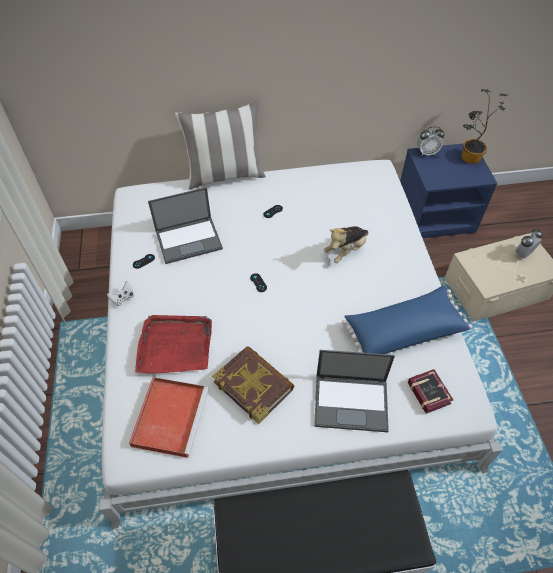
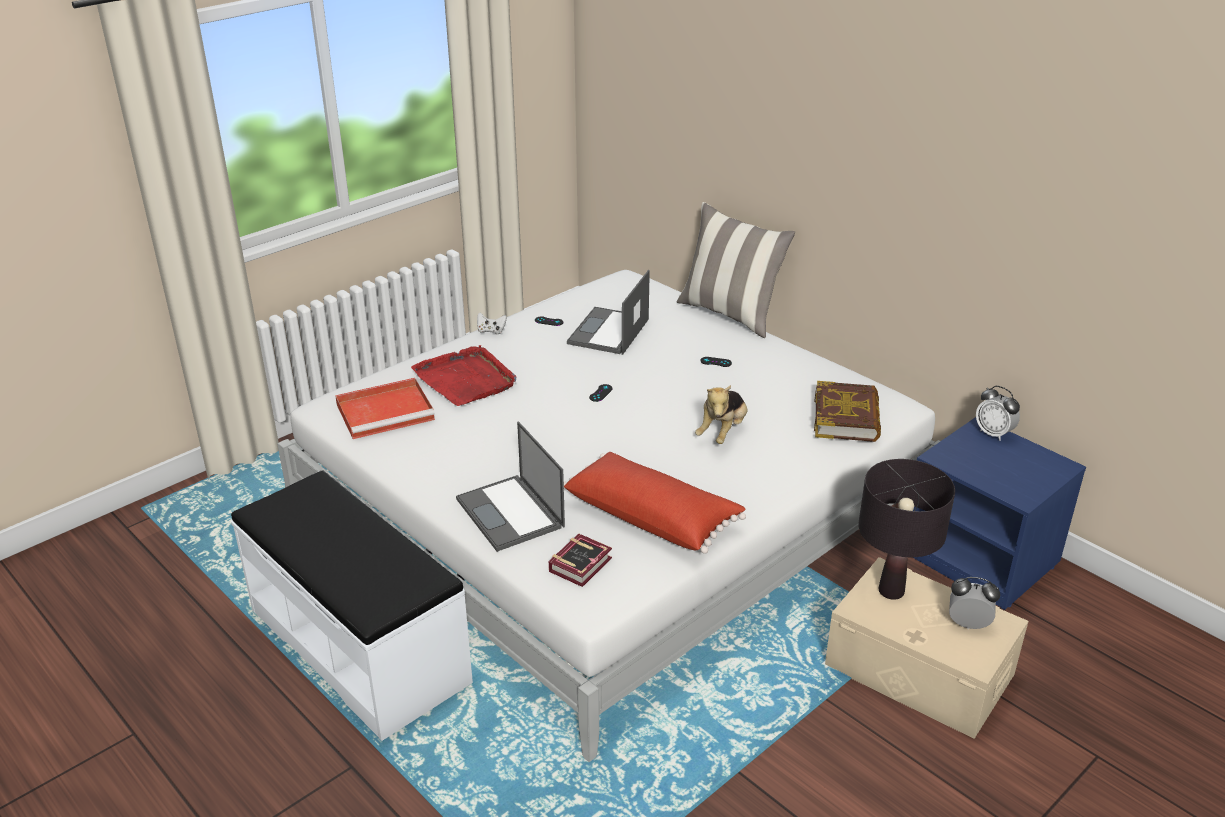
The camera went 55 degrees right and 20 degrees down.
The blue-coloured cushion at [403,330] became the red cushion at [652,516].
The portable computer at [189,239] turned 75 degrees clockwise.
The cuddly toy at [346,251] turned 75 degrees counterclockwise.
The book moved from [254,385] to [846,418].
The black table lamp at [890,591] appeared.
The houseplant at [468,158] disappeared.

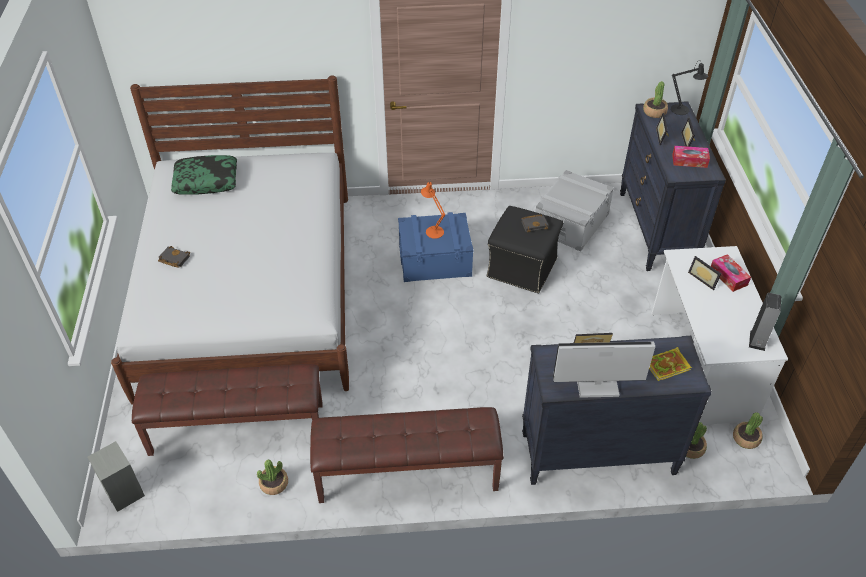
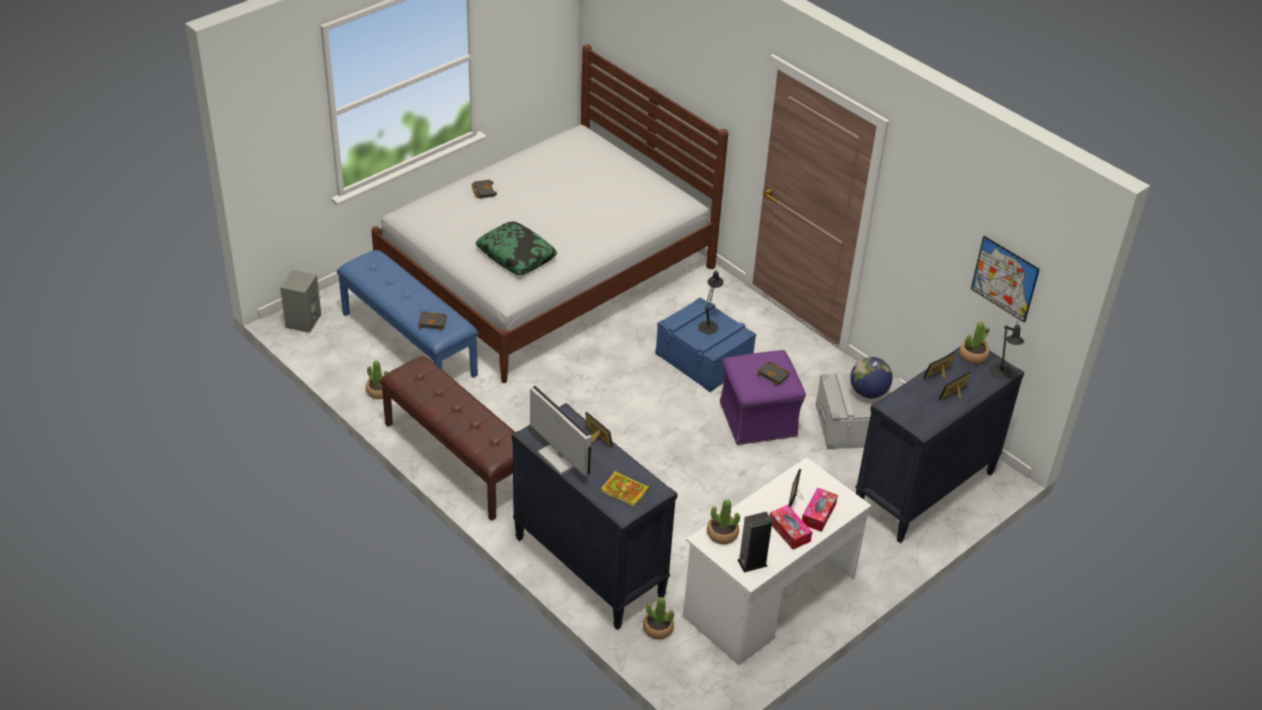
The camera went 50 degrees right and 5 degrees down.
The brownish long seat at [238,428] became the blue-coloured long seat at [410,344].
The black book at [433,322] appeared.
The cushion moved from [206,181] to [516,255].
The orange table lamp at [433,230] became the black table lamp at [709,325].
The houseplant moved from [746,438] to [722,534].
The black footrest at [522,268] became the purple footrest at [758,420].
The box of tissues moved from [689,161] to [789,531].
The desk globe at [868,392] appeared.
The wall art at [1004,278] appeared.

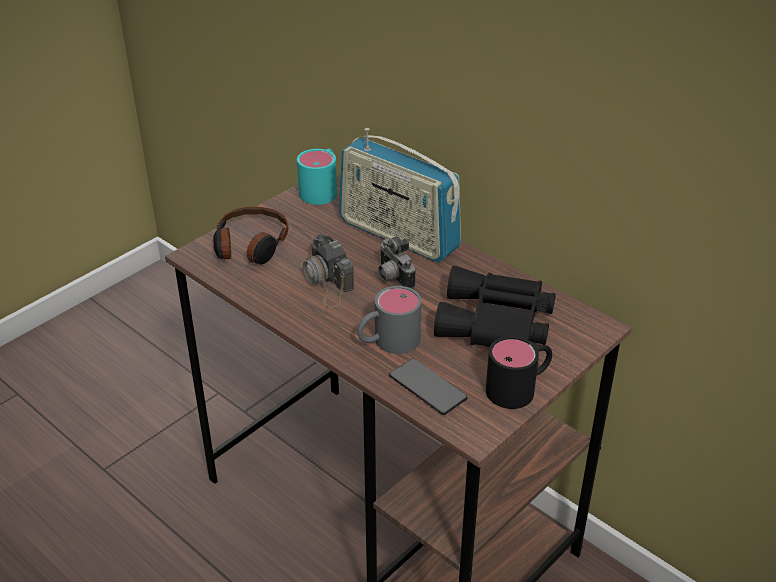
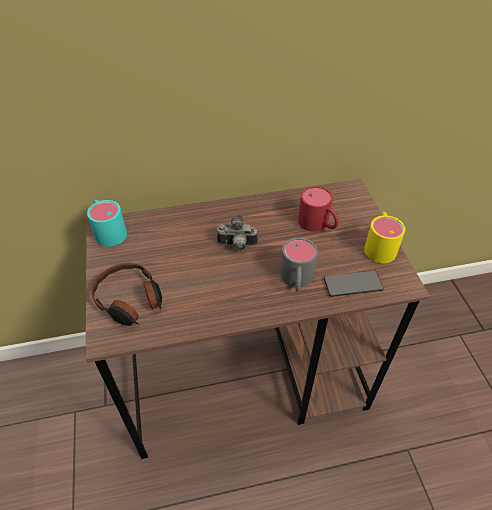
The camera went 55 degrees left and 10 degrees up.
The black pair of binoculars at [496,323] was replaced by the red coffee mug at [318,224].
The black coffee mug at [519,387] became the yellow coffee mug at [379,245].
The still camera at [326,280] disappeared.
The radio set at [398,235] disappeared.

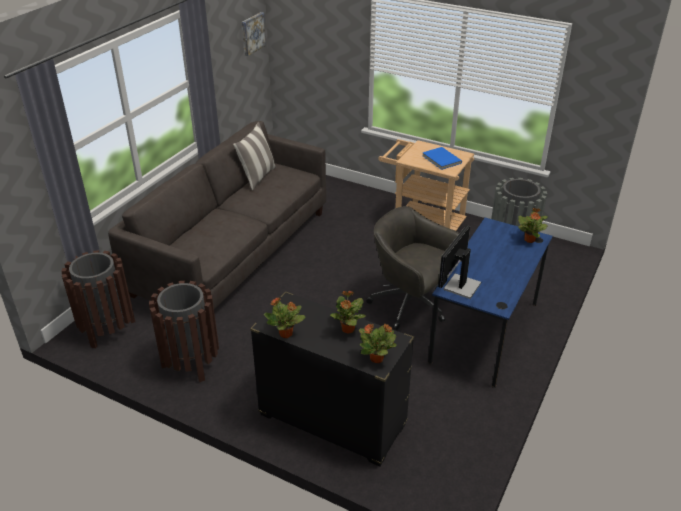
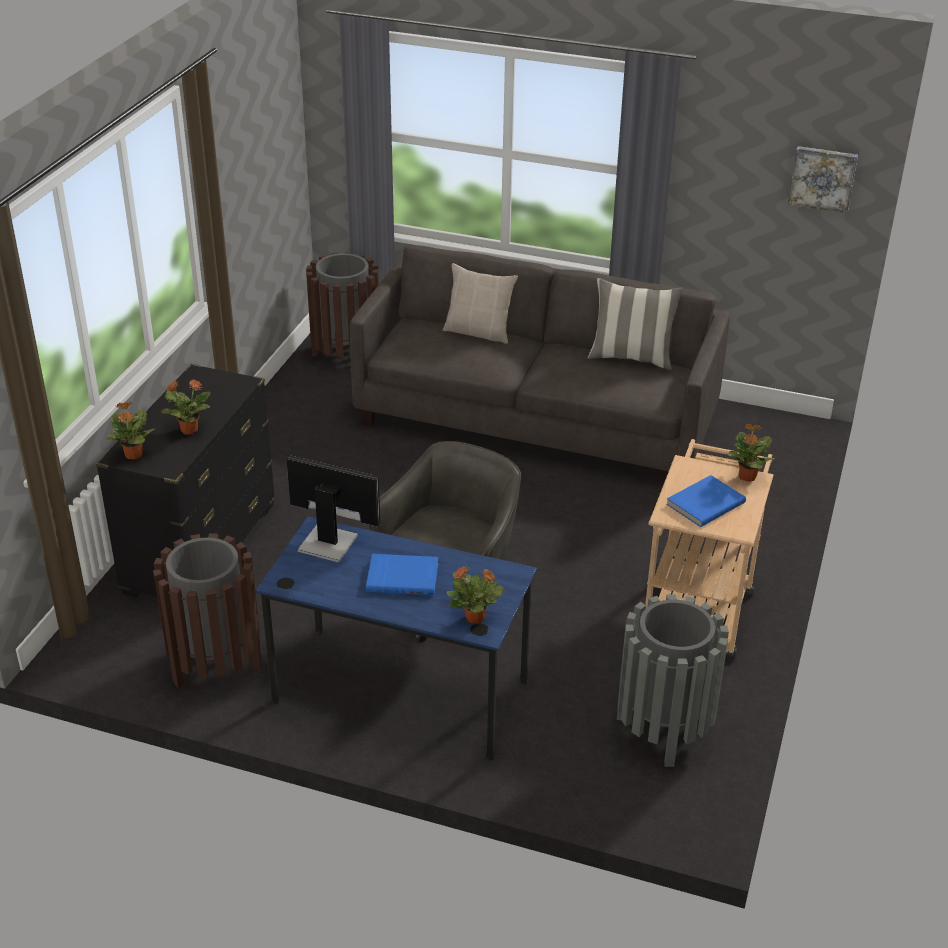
The camera went 80 degrees right and 0 degrees up.
The brownish waste bin moved from [191,363] to [216,664].
The blue-coloured book at [402,576] appeared.
The beige cushion at [479,332] appeared.
The houseplant moved from [286,334] to [747,477].

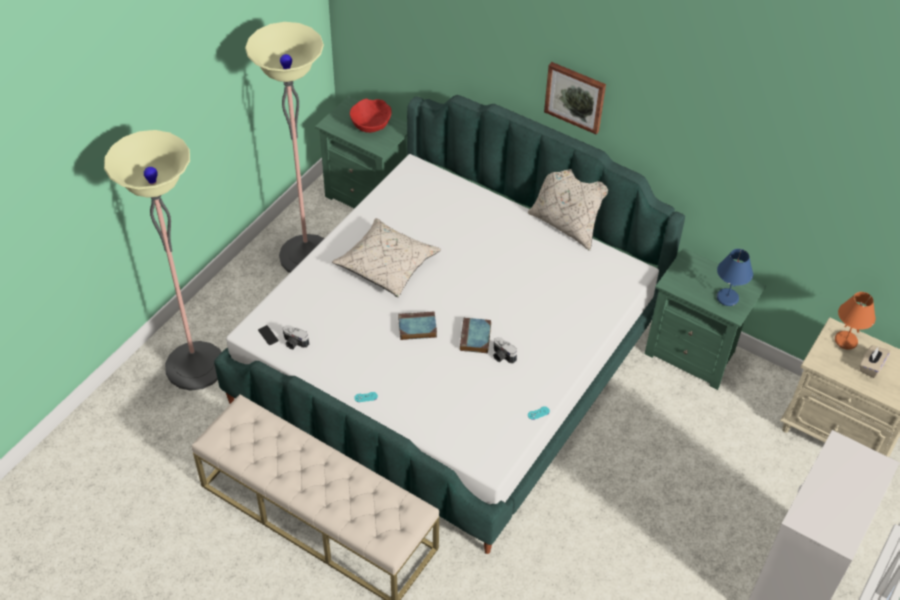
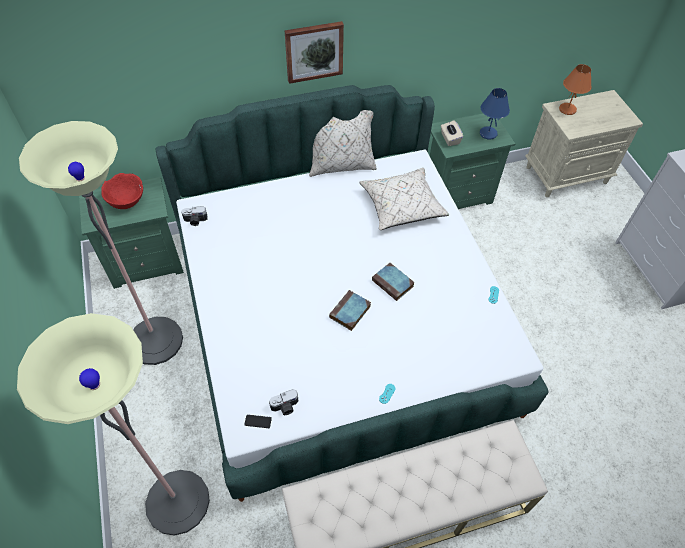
The camera went 50 degrees left and 5 degrees up.
The still camera moved from [502,356] to [195,221].
The beige cushion moved from [387,265] to [401,206].
The beige box of tissues moved from [871,367] to [450,139].

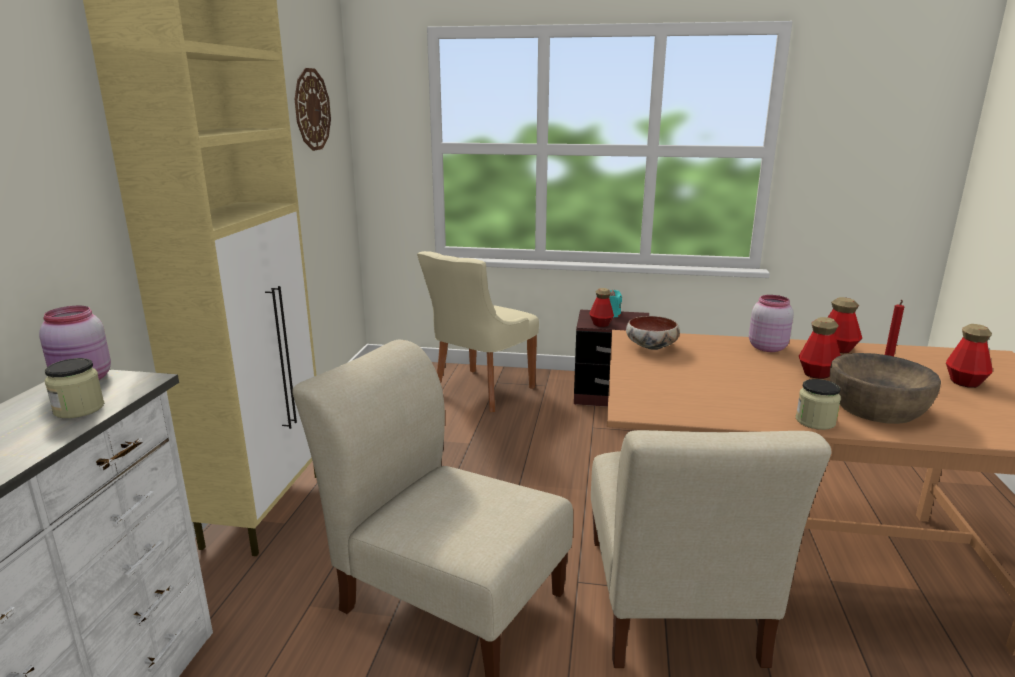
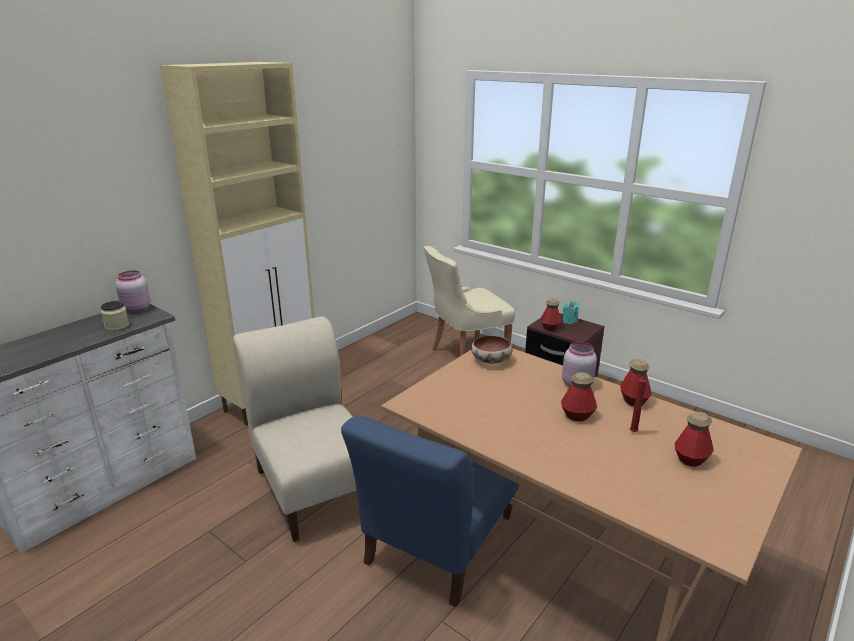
The camera went 30 degrees right and 5 degrees up.
The beige upright chair at [671,605] became the blue-coloured upright chair at [437,544].
The wall clock at [312,109] disappeared.
The storage jar at [815,421] disappeared.
The brownish serving bowl at [876,407] disappeared.

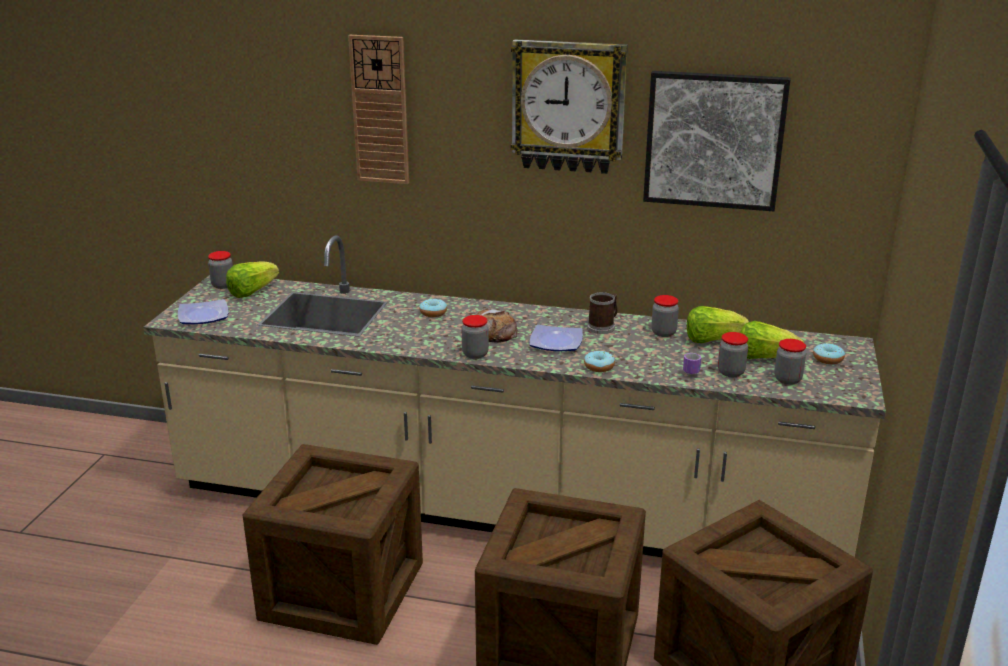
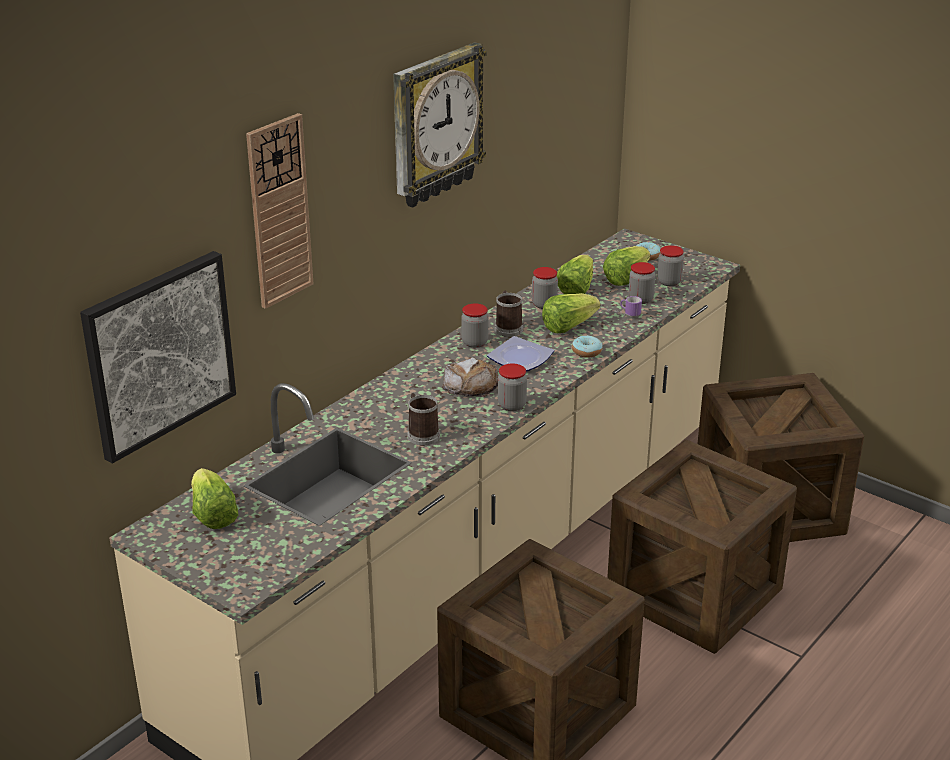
The camera went 65 degrees left and 5 degrees up.
The wall art moved from [714,140] to [159,354].
The coffee mug at [421,434] appeared.
The storage jar moved from [223,285] to [475,343].
The lettuce at [568,326] appeared.
The flat dish at [204,315] disappeared.
The ring doughnut at [433,313] disappeared.

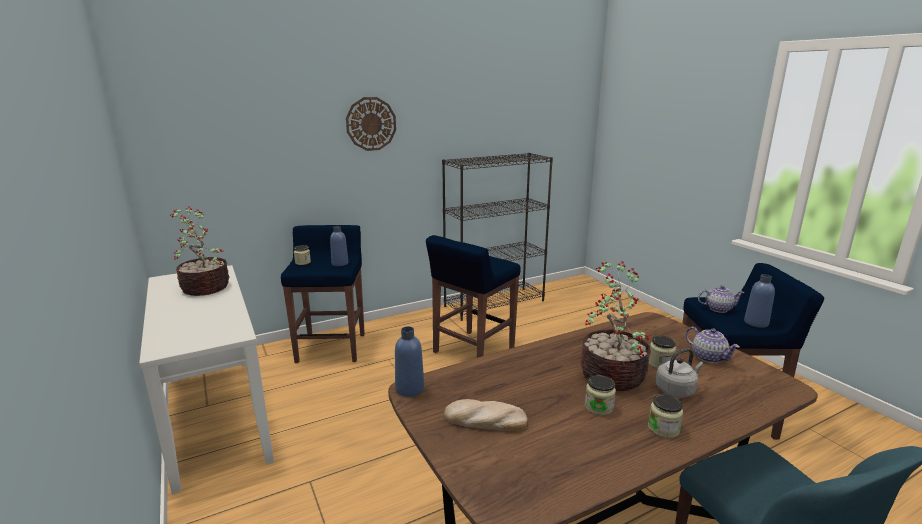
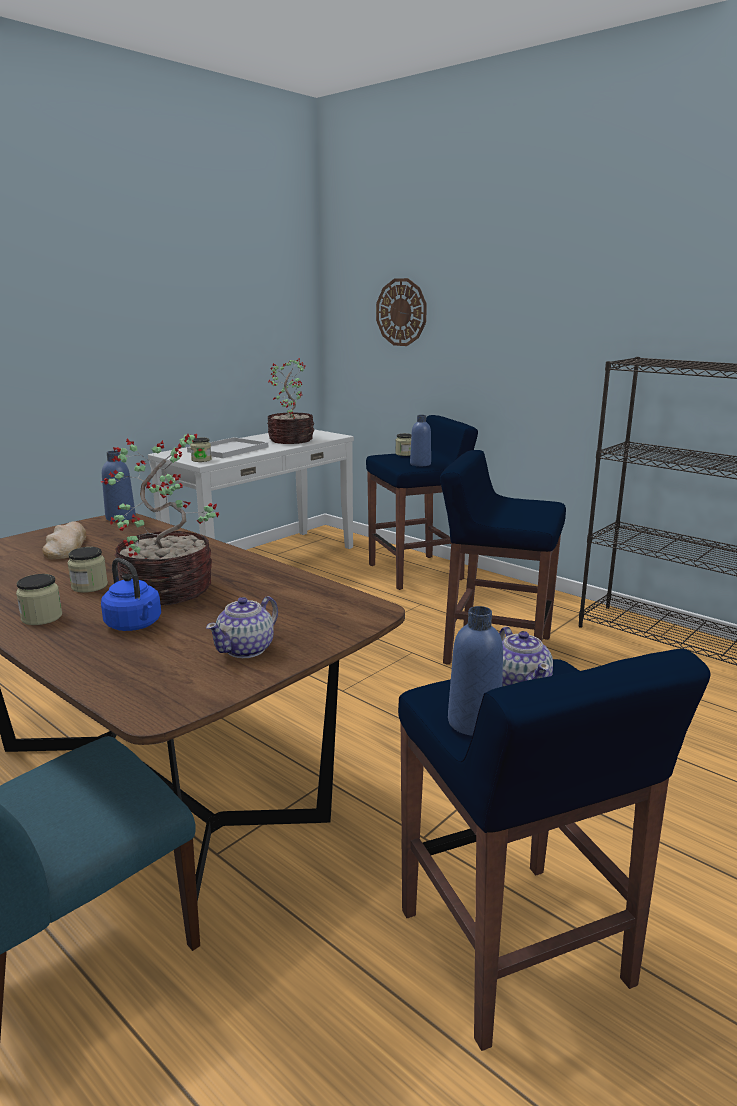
The camera went 70 degrees right and 0 degrees up.
The greyish water kettle at [676,390] became the blue-coloured water kettle at [135,625].
The whitish serving tray at [229,449] appeared.
The storage jar moved from [660,363] to [201,460].
The wall clock moved from [371,124] to [401,312].

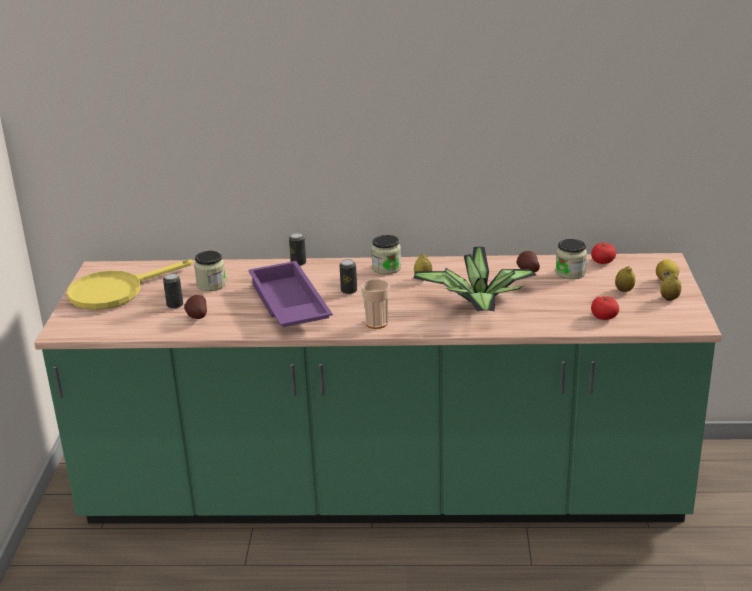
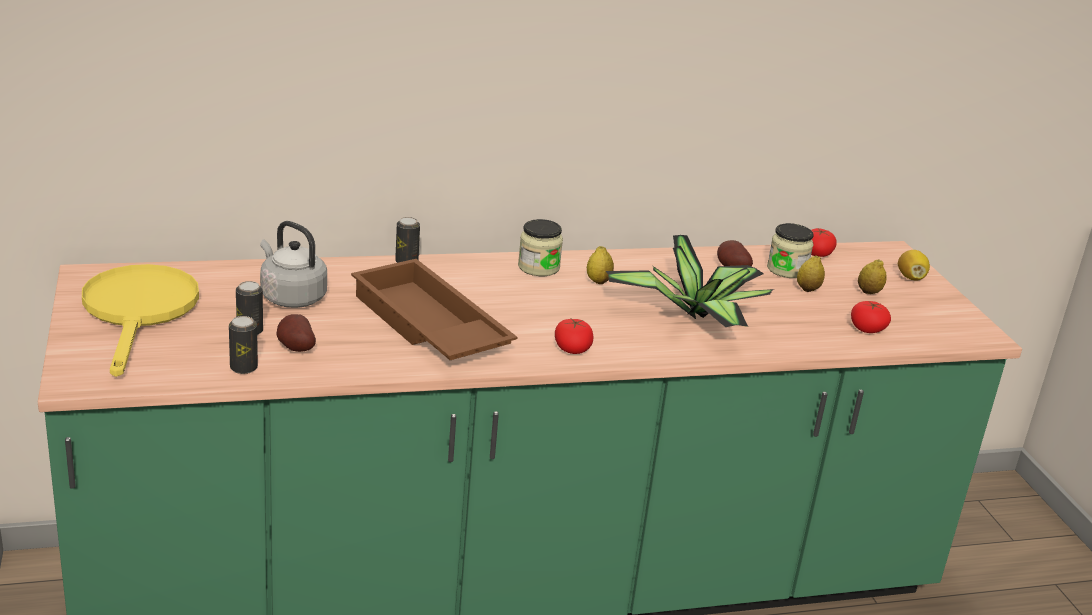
The camera went 20 degrees left and 0 degrees up.
The yellow frying pan at [115,291] turned 135 degrees clockwise.
The can moved from [349,291] to [243,368].
The storage jar at [211,284] was replaced by the greyish water kettle at [291,297].
The purple serving tray at [287,305] became the brownish serving tray at [426,326].
The small cup at [376,323] was replaced by the tomato at [572,349].
The lemon moved from [669,298] to [808,289].

